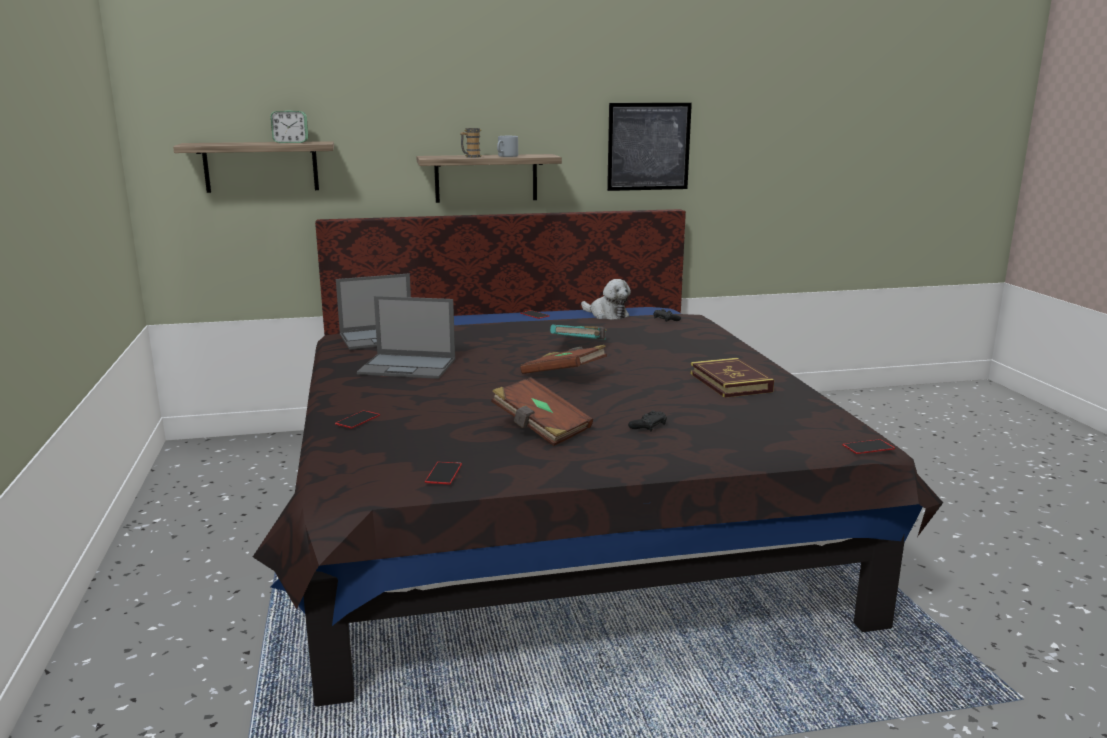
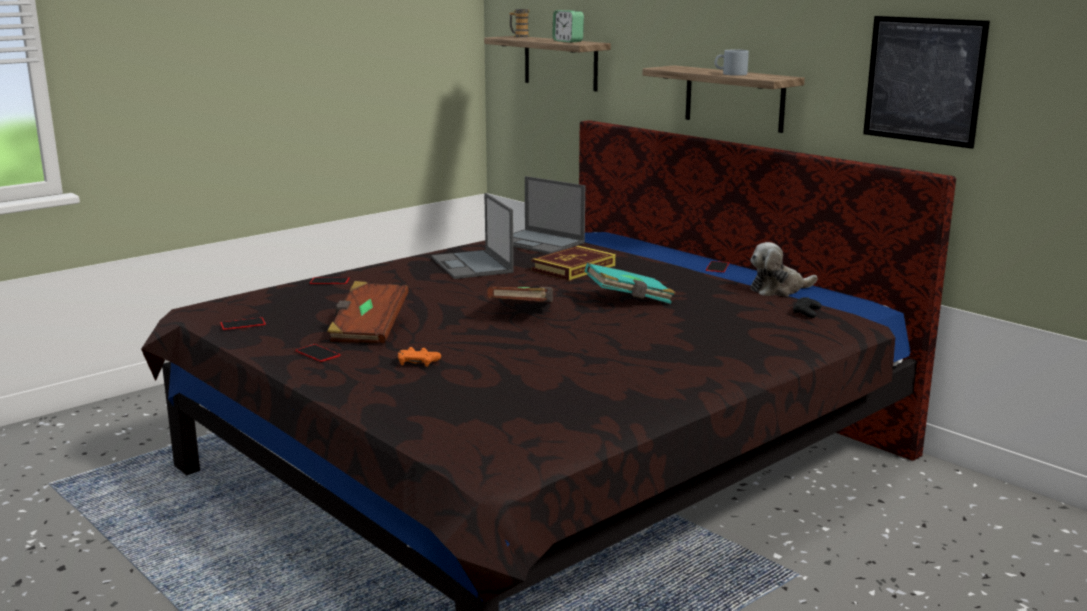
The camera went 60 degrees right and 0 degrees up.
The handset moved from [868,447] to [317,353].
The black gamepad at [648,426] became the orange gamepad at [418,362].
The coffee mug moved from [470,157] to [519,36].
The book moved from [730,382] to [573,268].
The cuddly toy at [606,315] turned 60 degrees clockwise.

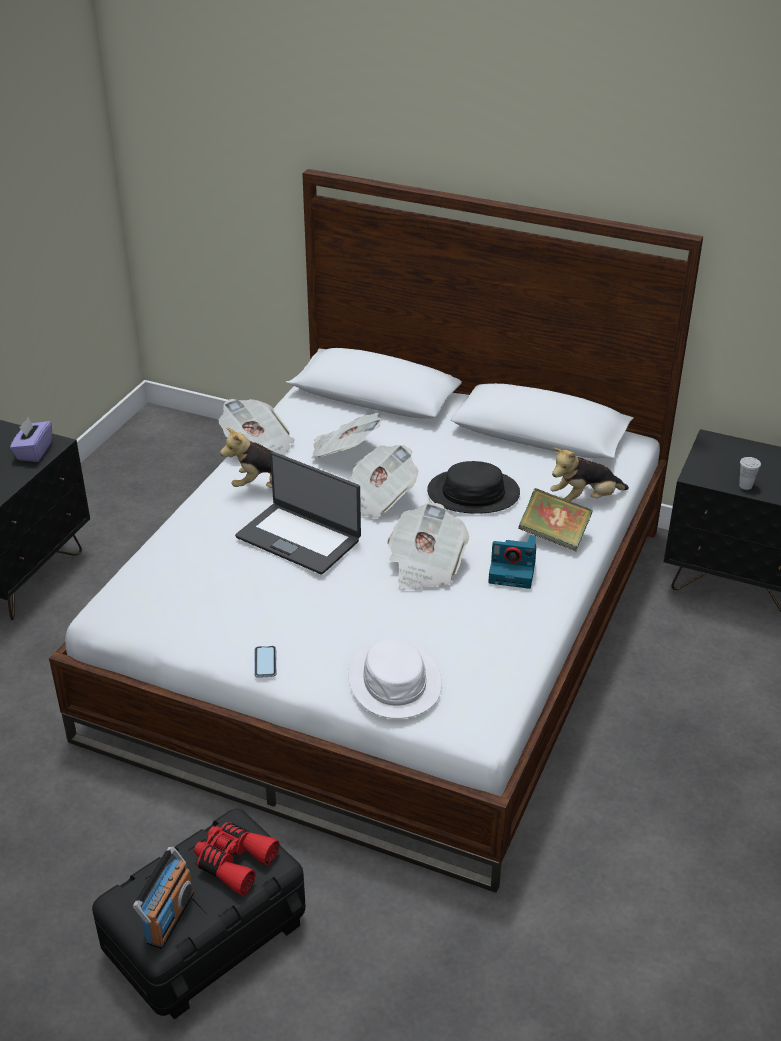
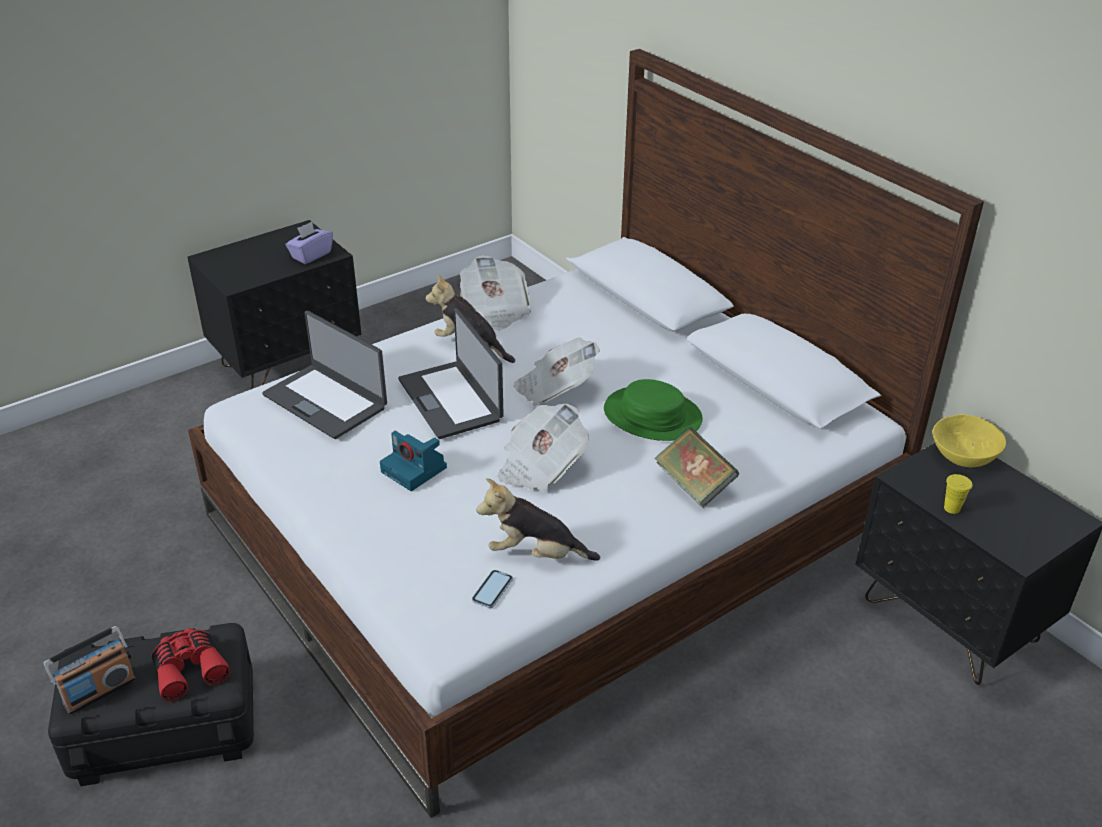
The camera went 30 degrees right and 0 degrees up.
The portable computer at [326,401] appeared.
The still camera moved from [513,571] to [415,470].
The handset moved from [265,663] to [492,590].
The cuddly toy moved from [584,500] to [536,554].
The black hat at [473,493] became the green hat at [652,415].
The yellow serving bowl at [963,456] appeared.
The whitish small cup at [745,486] became the yellow small cup at [952,508].
The printed paper at [344,452] disappeared.
The whitish hat at [395,681] disappeared.

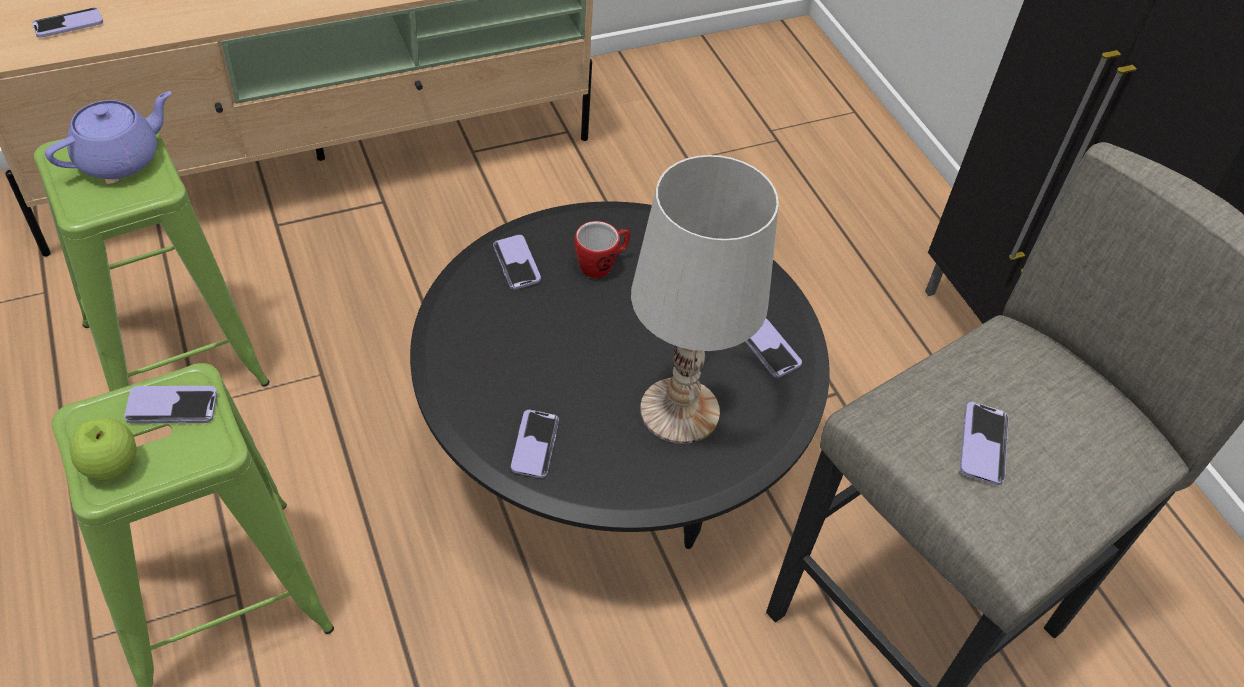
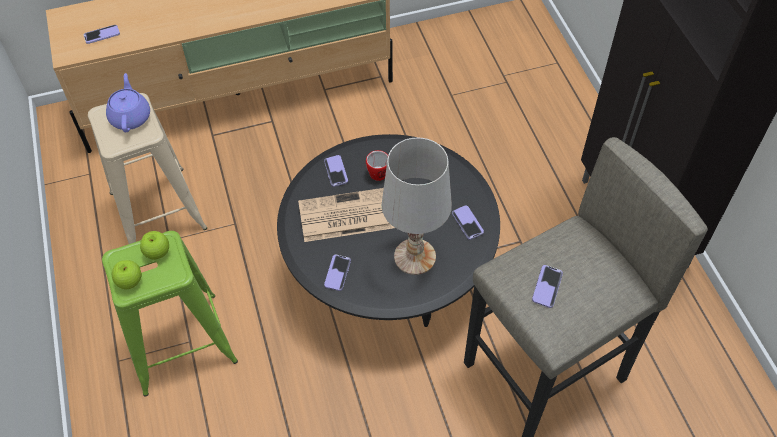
The camera went 10 degrees right and 5 degrees up.
The green stool at [175,355] became the beige stool at [158,211].
The purple teapot at [120,158] turned 60 degrees counterclockwise.
The handset at [172,406] was replaced by the apple at [157,253].
The printed paper at [345,216] appeared.

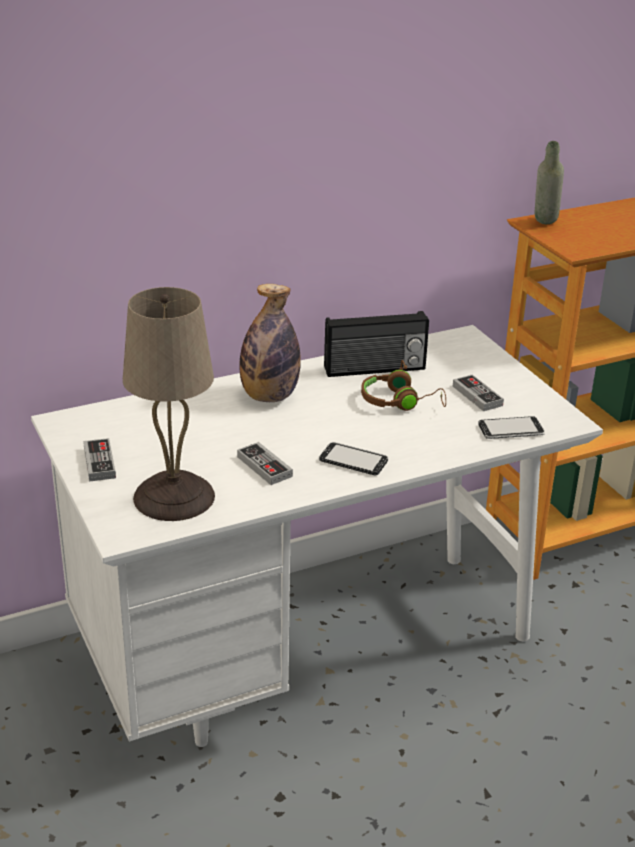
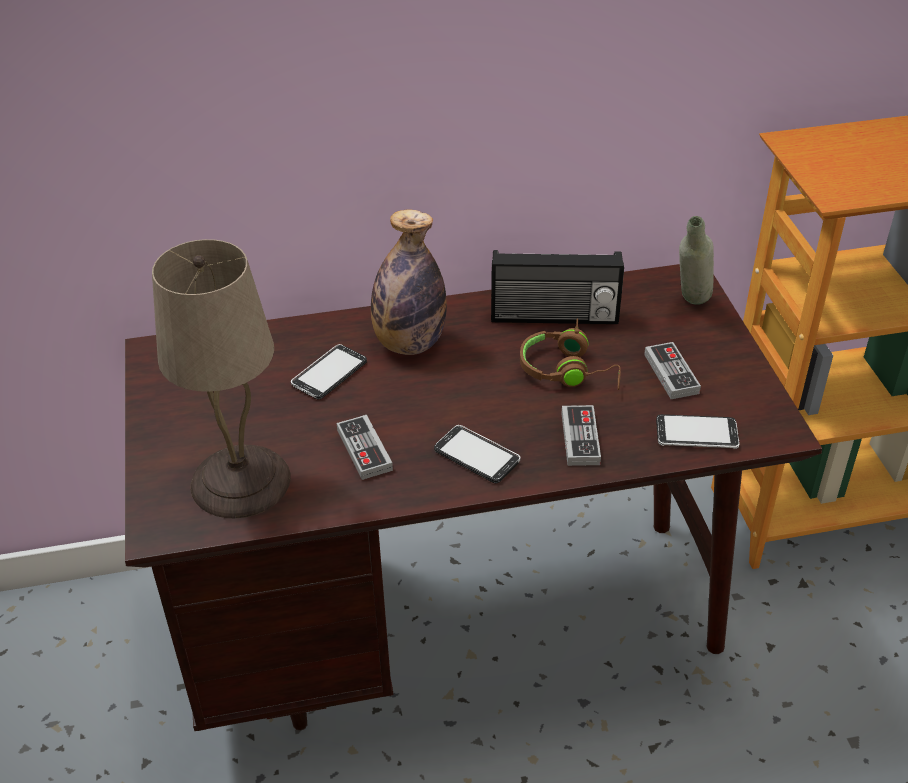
The camera went 15 degrees right and 10 degrees up.
The whitish desk at [311,650] became the brownish desk at [458,624].
The handset at [329,374] appeared.
The gamepad moved from [99,463] to [580,438].
The greyish beverage bottle moved from [544,225] to [690,306].

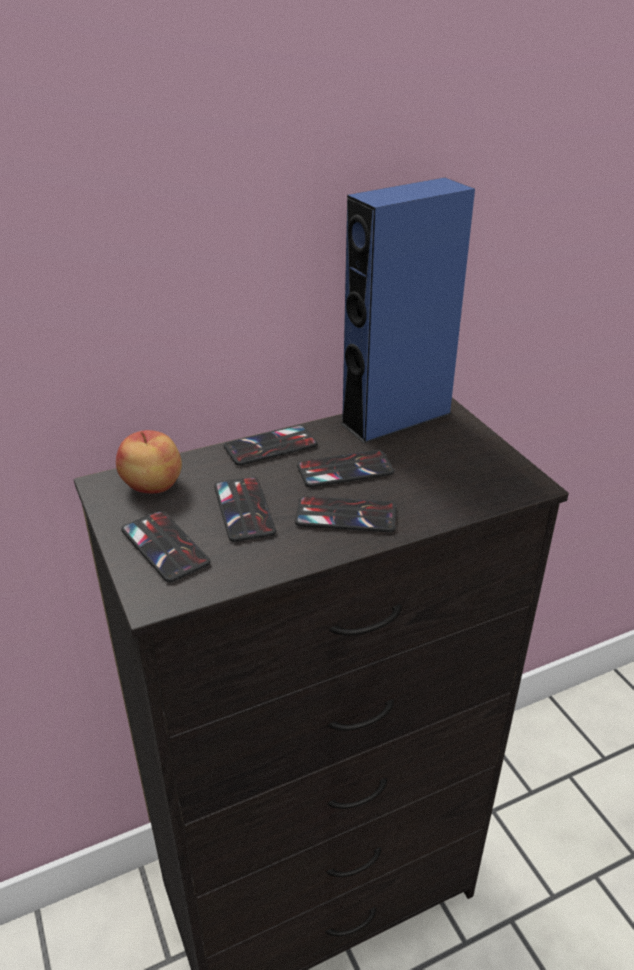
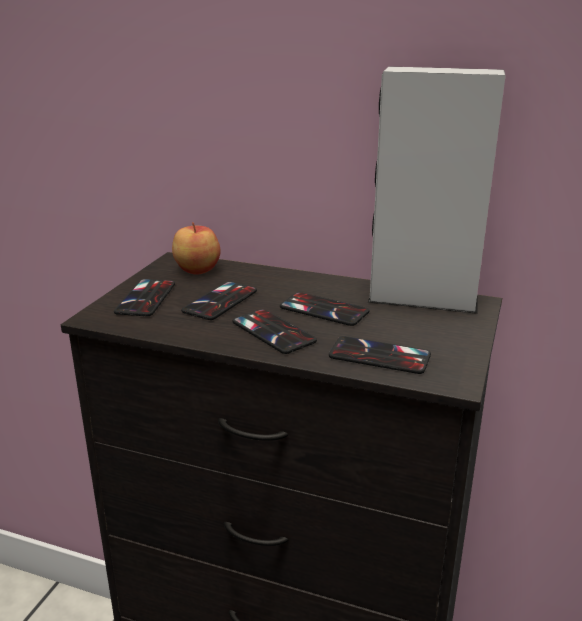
The camera went 45 degrees right and 10 degrees down.
The handset moved from [270,446] to [379,356].
The blue-coloured speaker at [396,418] became the greyish speaker at [422,299].

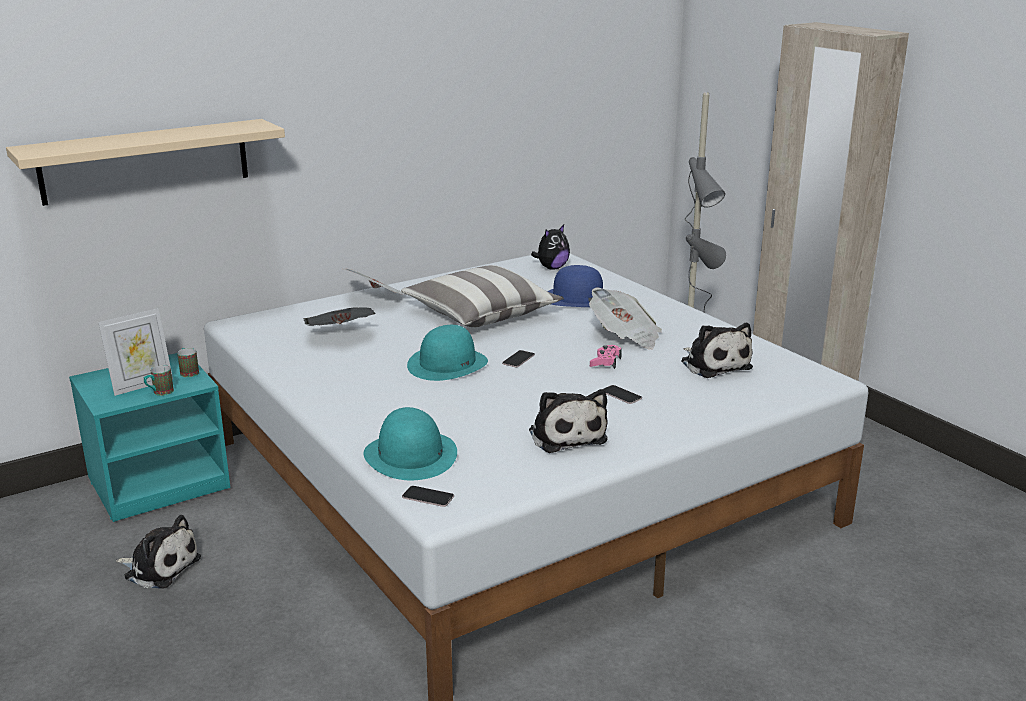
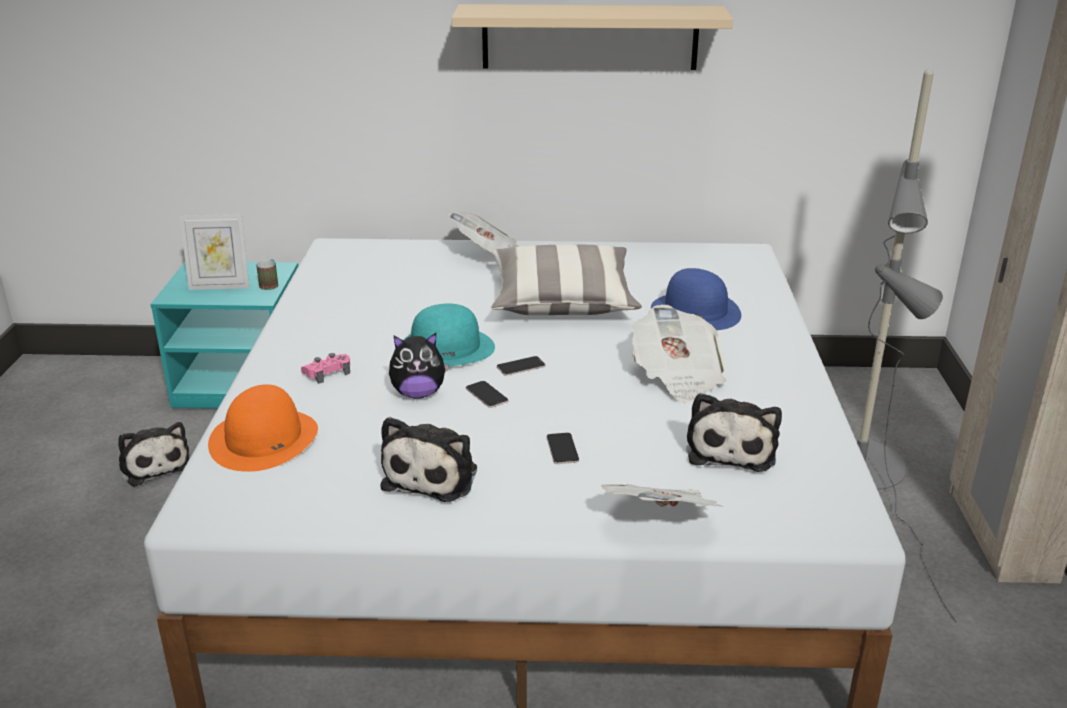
The camera went 35 degrees right and 5 degrees up.
The blue-green hat at [411,455] became the orange hat at [264,439].
The pinkish gamepad moved from [605,362] to [327,373].
The cuddly toy moved from [552,268] to [418,393].
The beige shelf moved from [145,161] to [590,37].
The handset moved from [428,497] to [486,395].
The printed paper moved from [340,336] to [663,521].
The coffee mug at [159,393] disappeared.

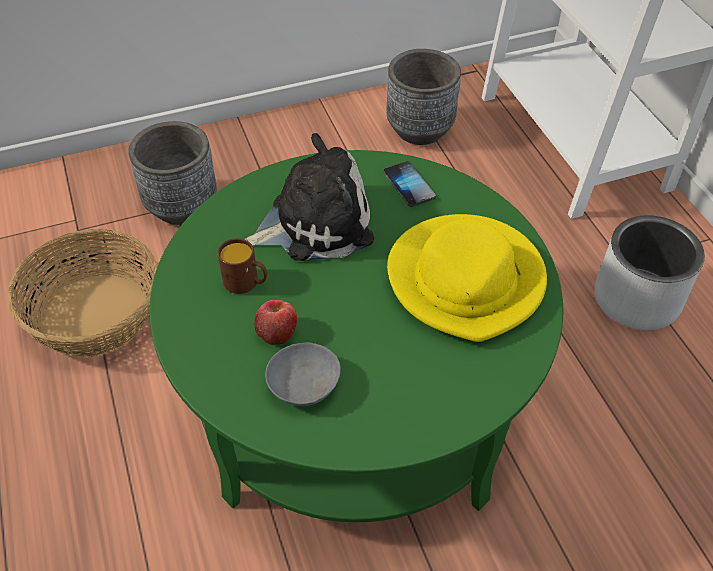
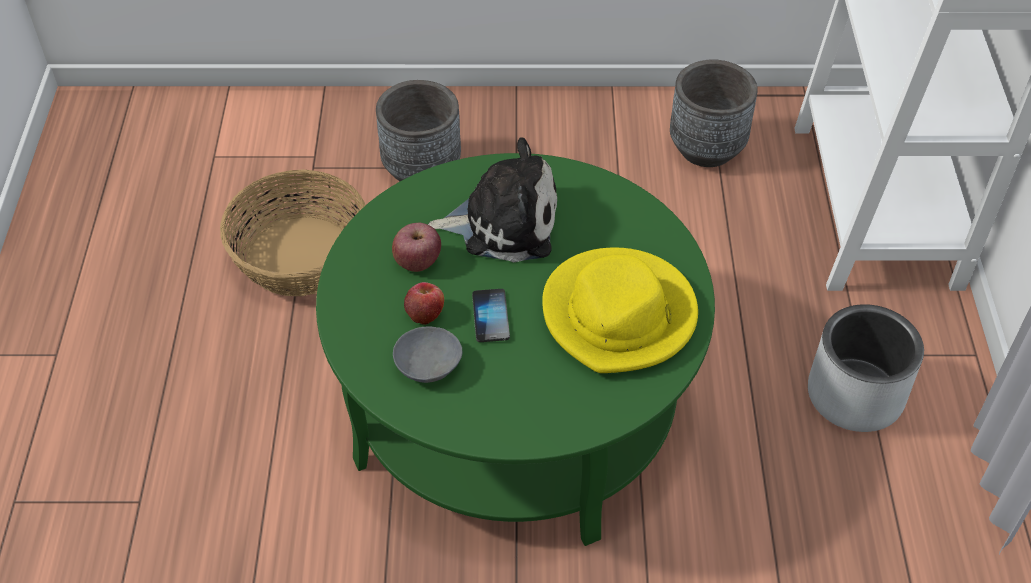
The camera went 20 degrees right and 0 degrees up.
The brownish coffee mug at [246,283] was replaced by the apple at [417,262].
The handset moved from [409,185] to [490,316].

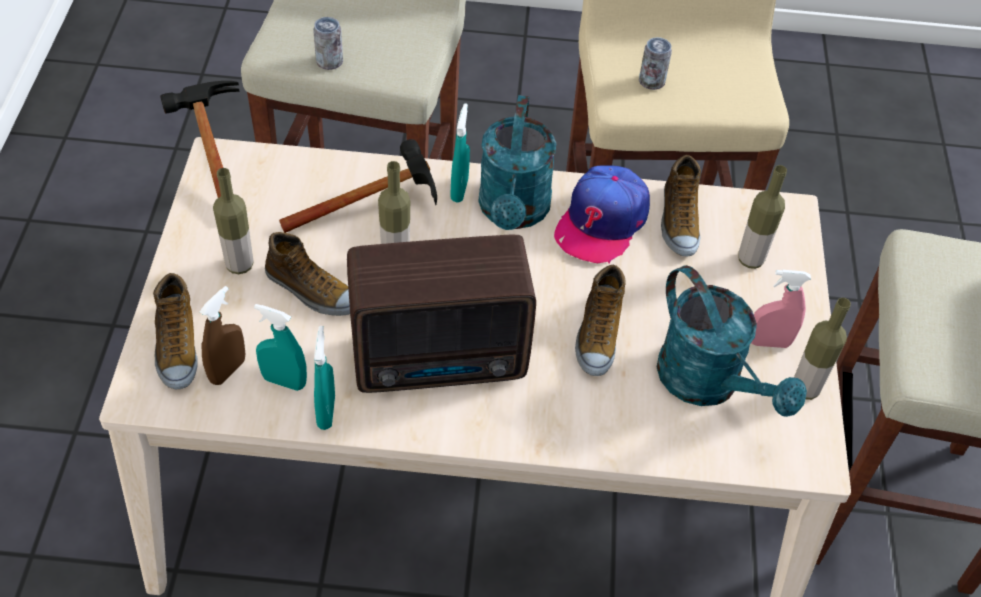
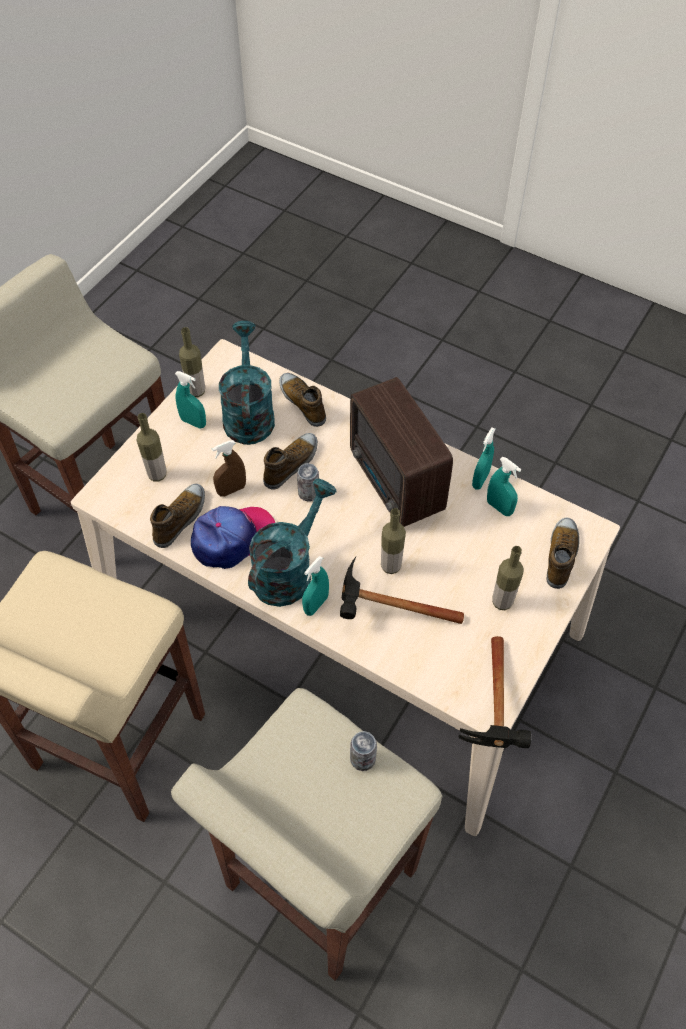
The camera went 150 degrees left and 5 degrees up.
The pinkish sprayer at [768,342] became the blue-green sprayer at [193,422].
The brownish sprayer moved from [227,370] to [231,490].
The shoe moved from [312,291] to [303,402].
The can moved from [651,82] to [308,493].
The radio set at [443,360] turned 135 degrees counterclockwise.

